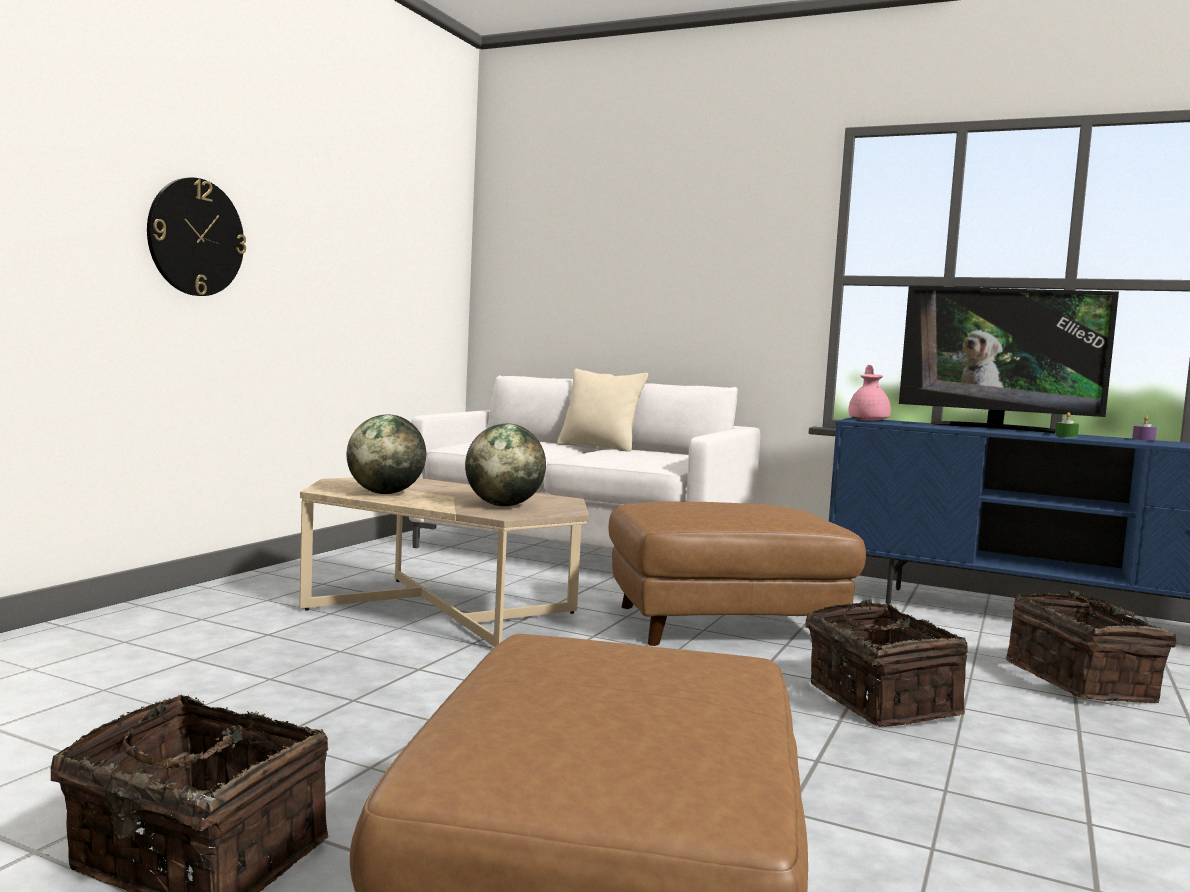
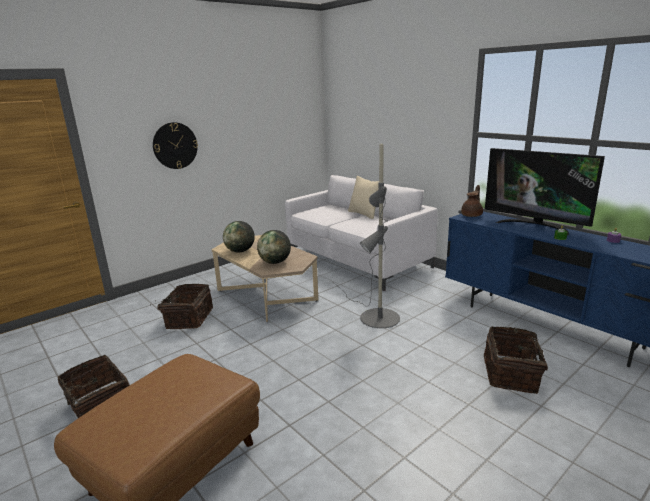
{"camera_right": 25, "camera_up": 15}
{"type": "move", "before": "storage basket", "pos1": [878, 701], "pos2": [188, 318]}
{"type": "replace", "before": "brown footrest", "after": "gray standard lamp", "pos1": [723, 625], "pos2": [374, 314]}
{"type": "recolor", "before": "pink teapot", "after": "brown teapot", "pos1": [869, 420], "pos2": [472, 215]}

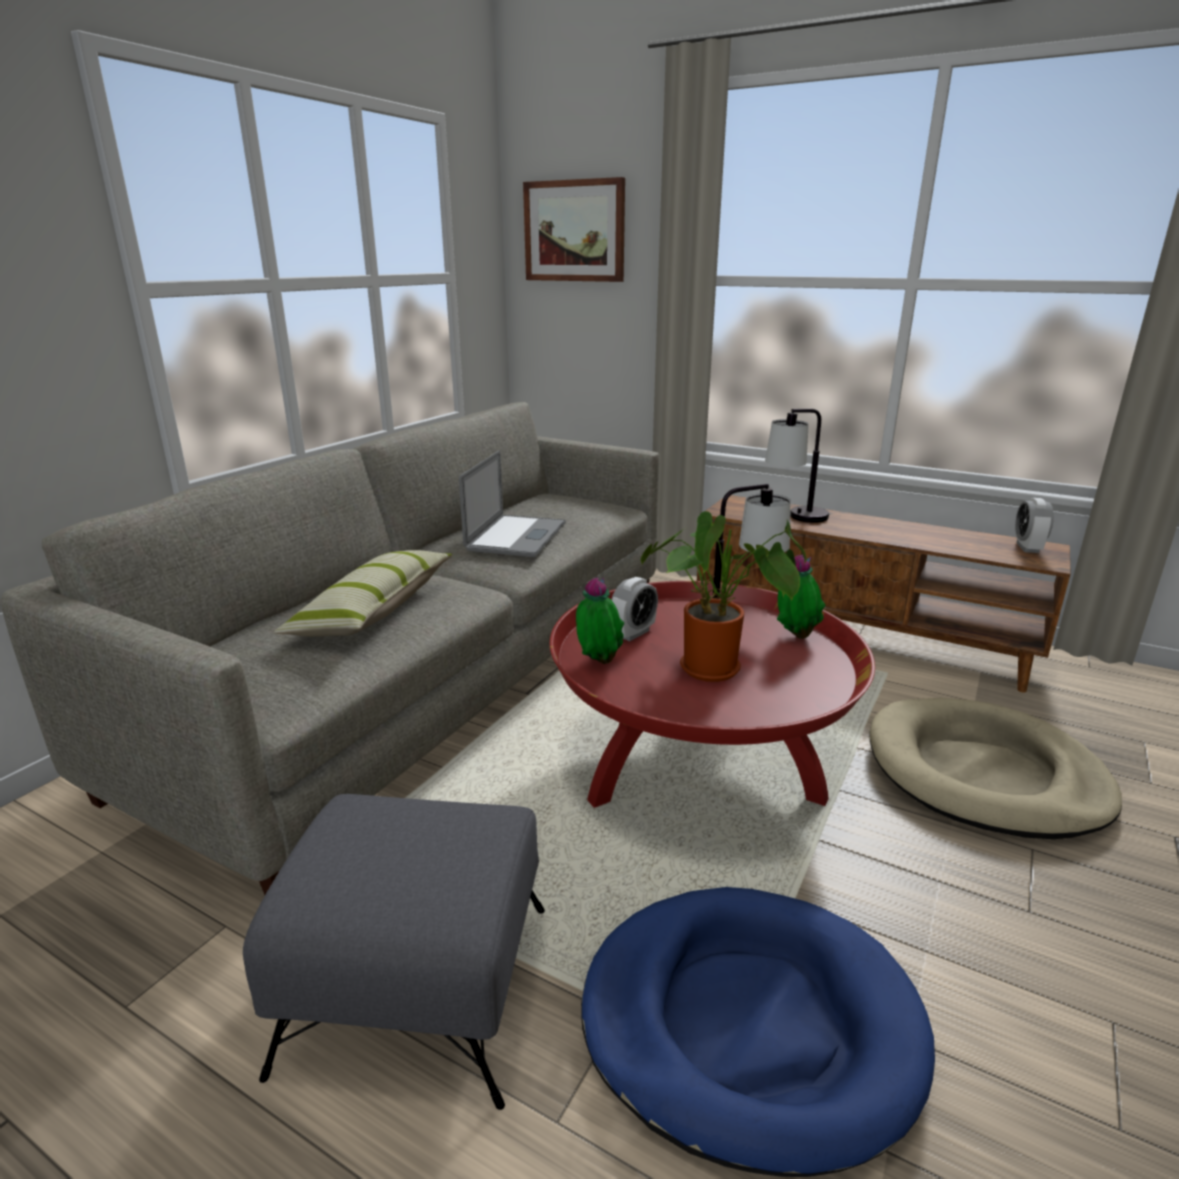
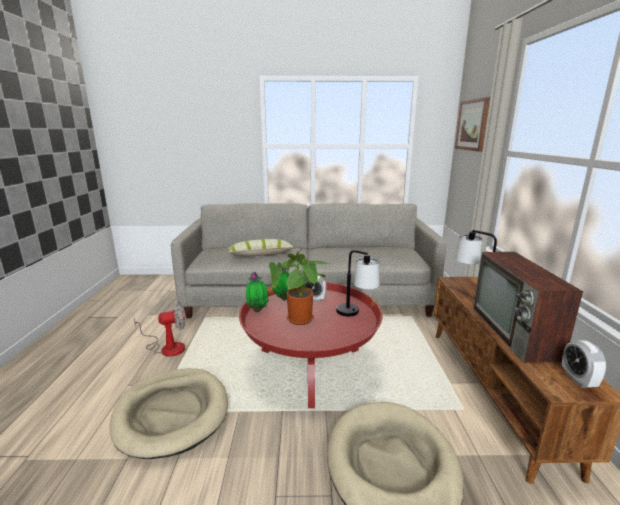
{"camera_right": 60, "camera_up": -5}
{"type": "delete", "before": "notebook computer", "pos1": [516, 536]}
{"type": "insert", "after": "TV set", "pos2": [514, 333]}
{"type": "move", "before": "potted plant", "pos1": [795, 636], "pos2": [257, 310]}
{"type": "replace", "before": "gray footrest", "after": "fan", "pos1": [416, 984], "pos2": [167, 347]}
{"type": "recolor", "before": "blue-coloured dog bed", "after": "beige dog bed", "pos1": [749, 1023], "pos2": [172, 413]}
{"type": "rotate", "before": "alarm clock", "pos1": [1027, 548], "pos2": [578, 380], "turn": -75}

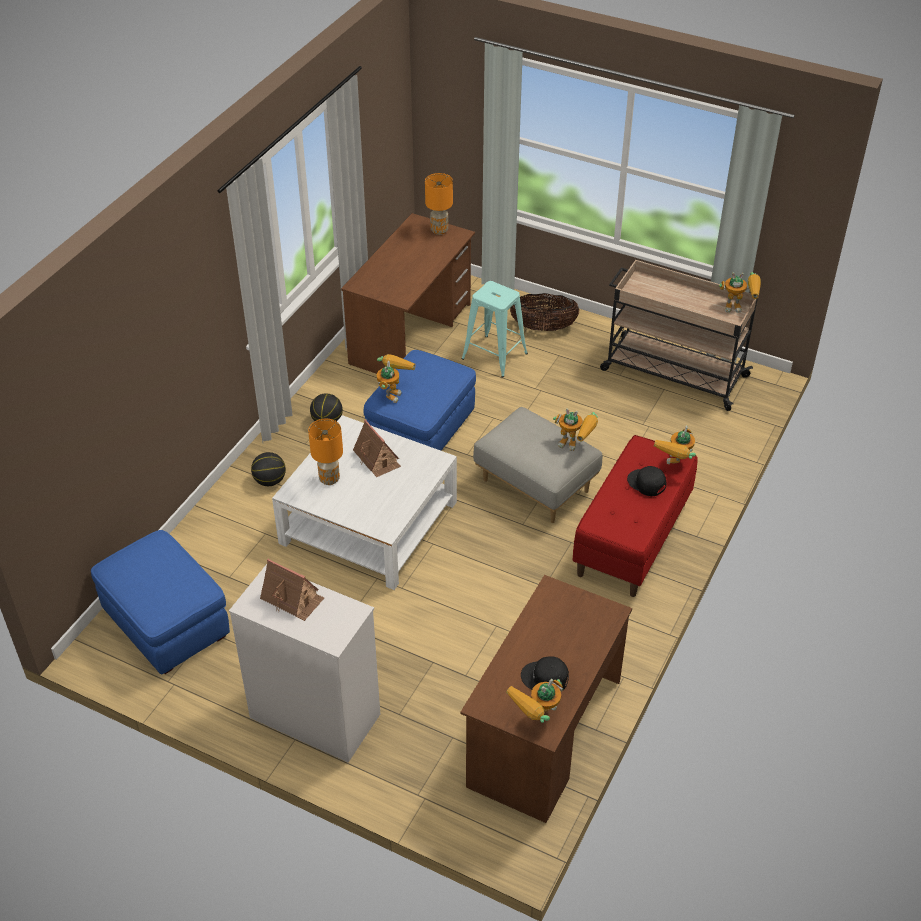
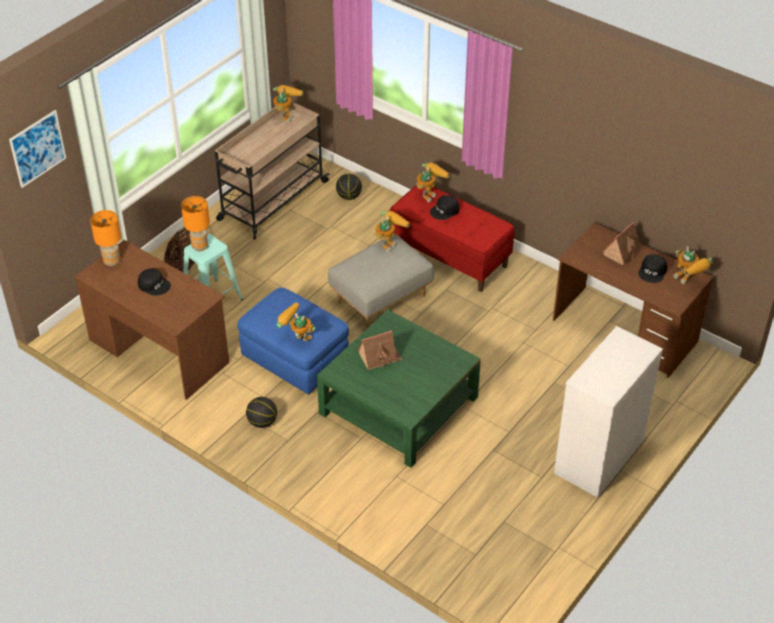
{"camera_right": -80, "camera_up": 0}
{"type": "delete", "before": "blue-coloured footrest", "pos1": [166, 623]}
{"type": "insert", "after": "picture", "pos2": [37, 148]}
{"type": "insert", "after": "blackish peaked cap", "pos2": [154, 285]}
{"type": "move", "before": "basketball ball", "pos1": [270, 481], "pos2": [348, 196]}
{"type": "move", "before": "miniature house", "pos1": [292, 598], "pos2": [622, 251]}
{"type": "move", "before": "orange lamp for a table", "pos1": [329, 479], "pos2": [200, 246]}
{"type": "recolor", "before": "white-coloured lounge table", "after": "green lounge table", "pos1": [369, 522], "pos2": [398, 405]}
{"type": "rotate", "before": "model robot", "pos1": [675, 465], "pos2": [429, 193], "turn": -90}

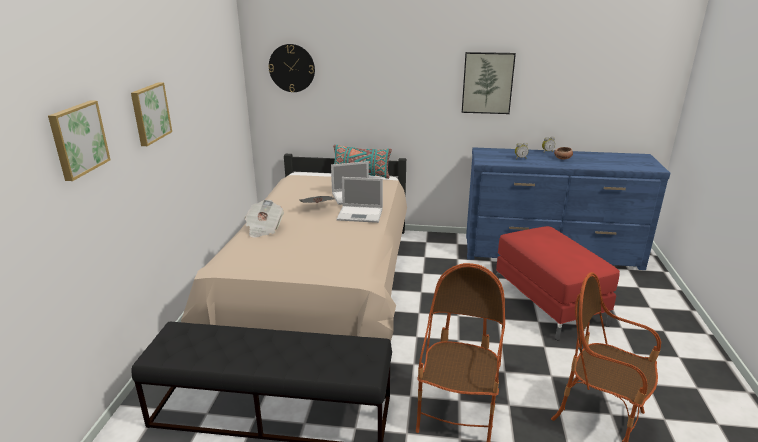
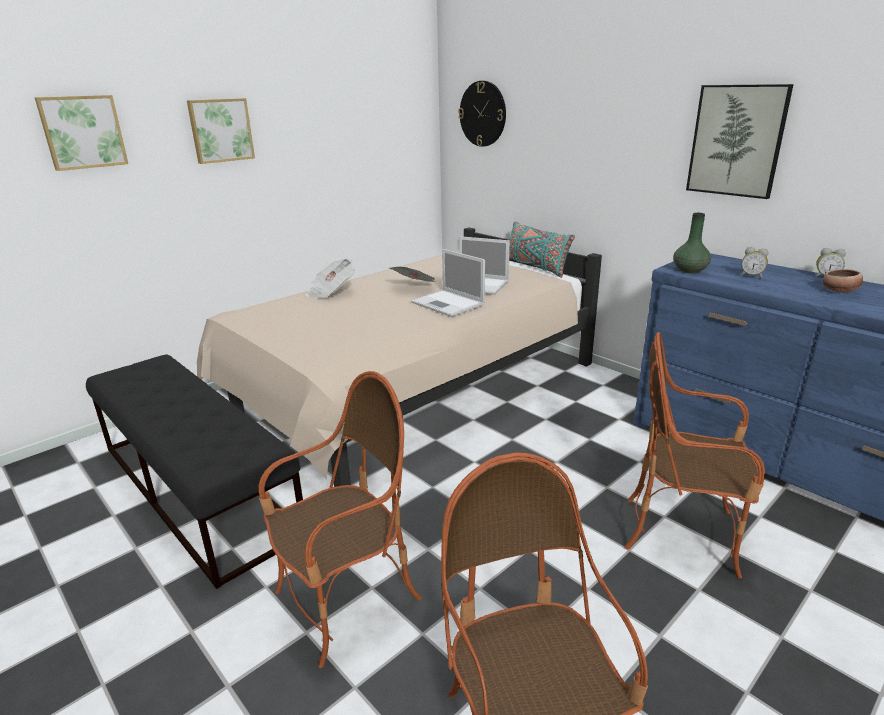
{"camera_right": 40, "camera_up": 0}
{"type": "insert", "after": "green vase", "pos2": [689, 270]}
{"type": "replace", "before": "red footrest", "after": "easy chair", "pos1": [547, 303], "pos2": [682, 532]}

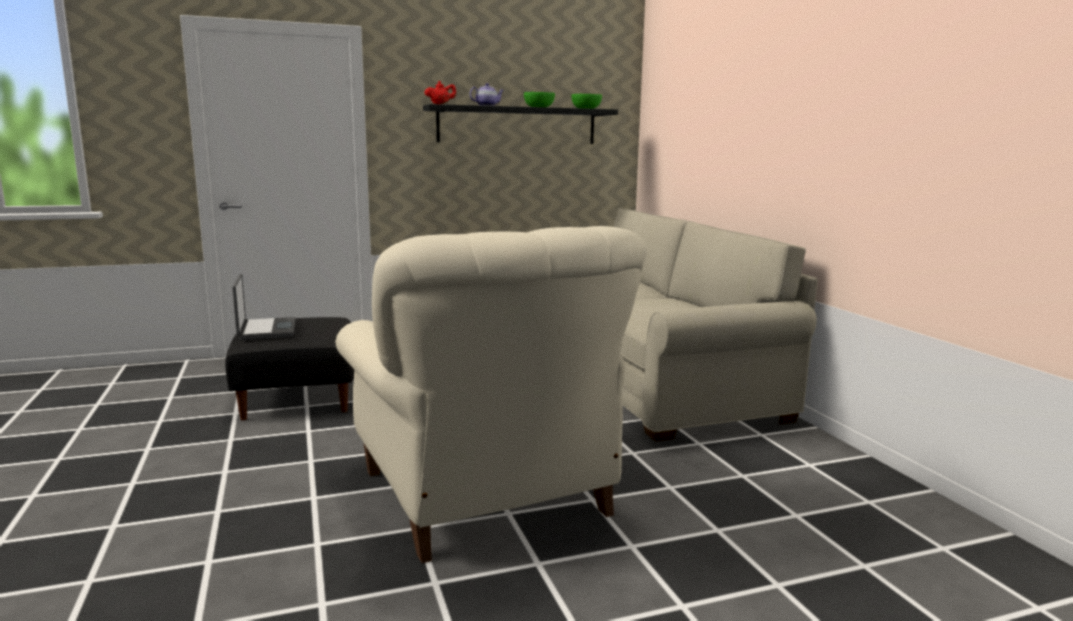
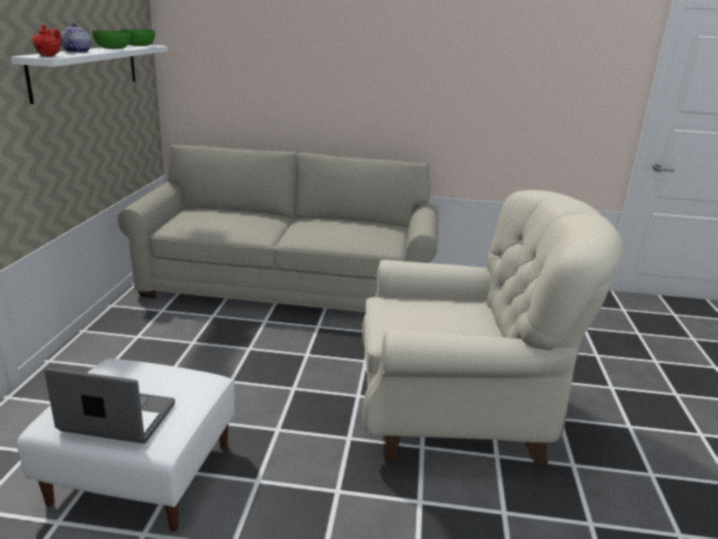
{"camera_right": -65, "camera_up": 10}
{"type": "recolor", "before": "blackish footrest", "after": "white-coloured footrest", "pos1": [297, 397], "pos2": [142, 473]}
{"type": "recolor", "before": "blackish shelf", "after": "white-coloured shelf", "pos1": [517, 125], "pos2": [87, 70]}

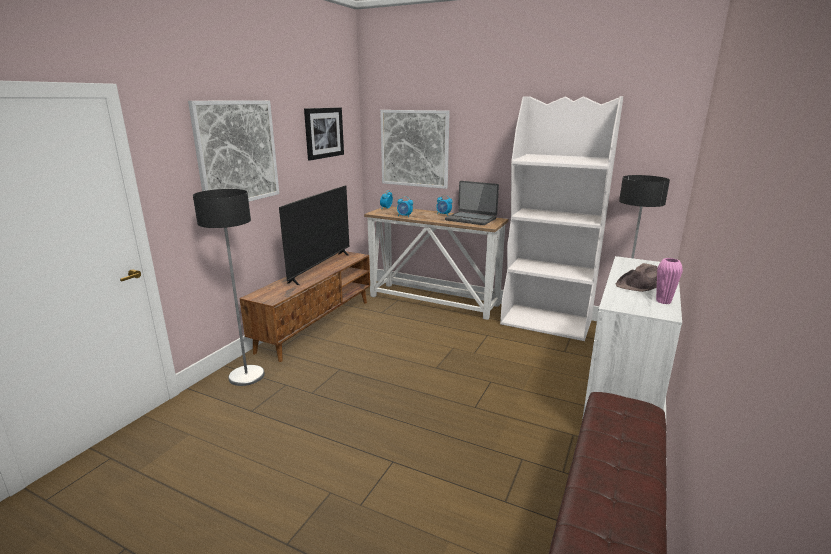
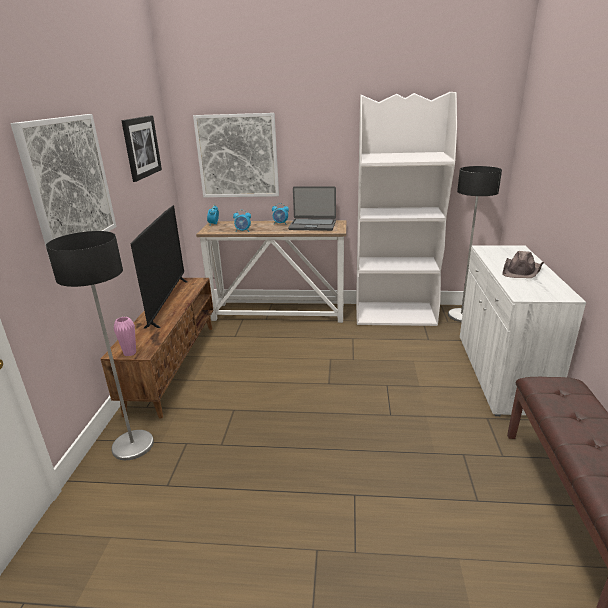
{"camera_right": -20, "camera_up": 5}
{"type": "move", "before": "pink vase", "pos1": [663, 301], "pos2": [130, 353]}

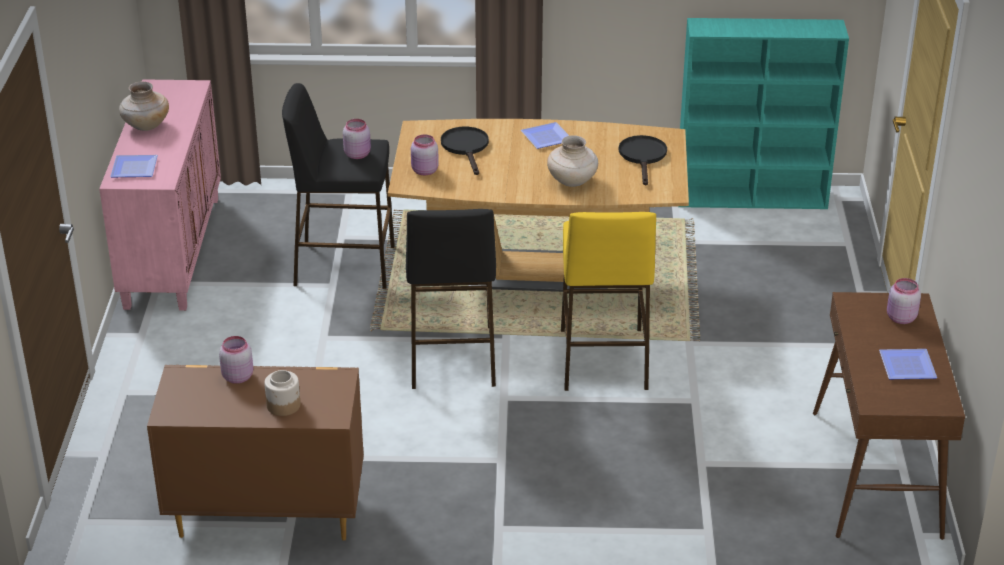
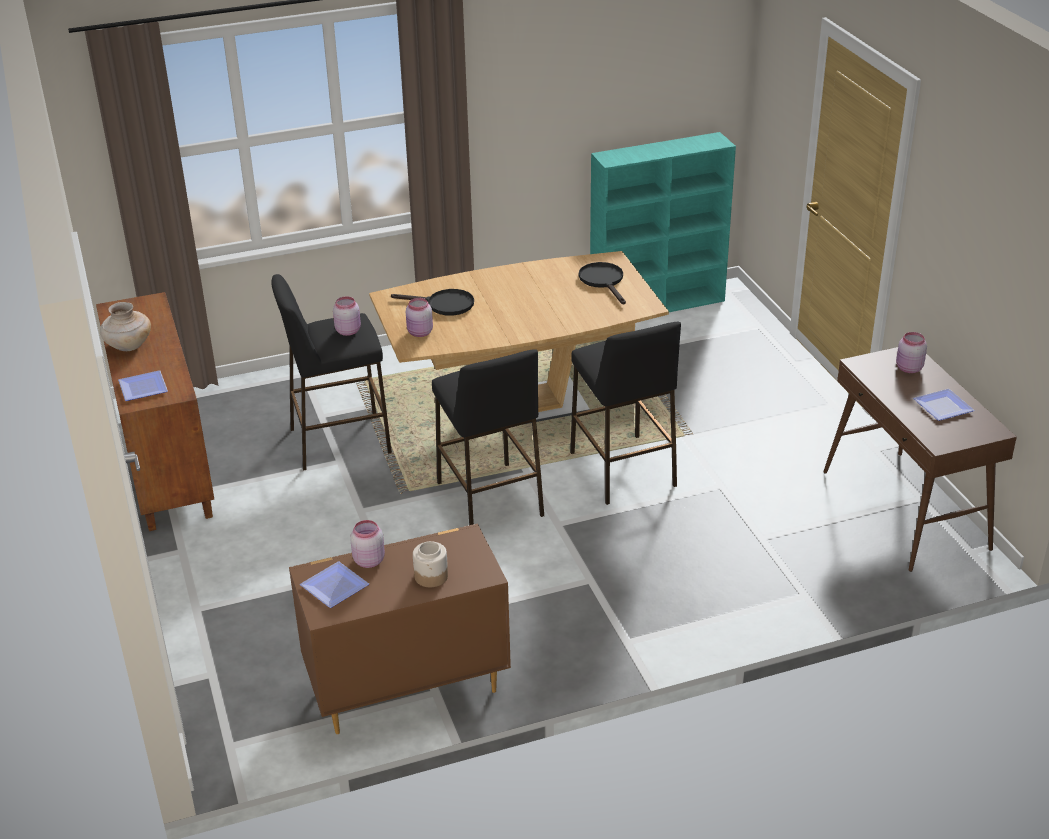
{"camera_right": -20, "camera_up": 0}
{"type": "delete", "before": "beige vase", "pos1": [572, 181]}
{"type": "move", "before": "plate", "pos1": [544, 137], "pos2": [332, 587]}
{"type": "recolor", "before": "pink cabinet", "after": "brown cabinet", "pos1": [171, 251], "pos2": [165, 465]}
{"type": "recolor", "before": "yellow-coloured sitting stool", "after": "blackish sitting stool", "pos1": [603, 360], "pos2": [623, 470]}
{"type": "rotate", "before": "blackish skillet", "pos1": [466, 148], "pos2": [444, 305], "turn": 135}

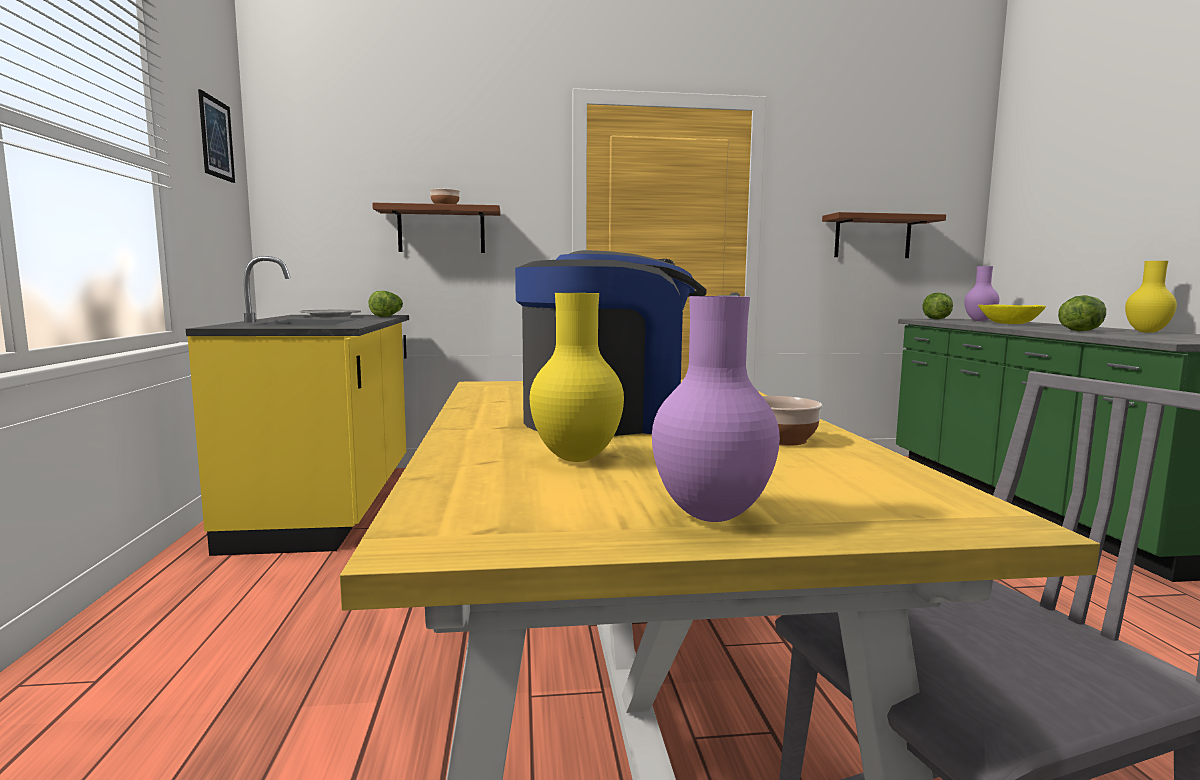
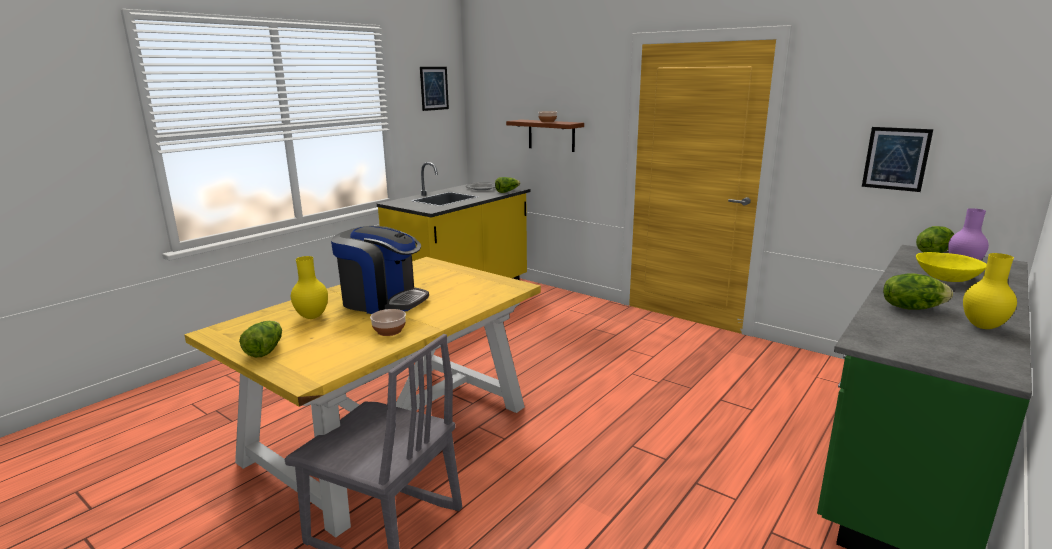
{"camera_right": 45, "camera_up": 10}
{"type": "replace", "before": "purplish vase", "after": "lettuce head", "pos1": [712, 517], "pos2": [265, 350]}
{"type": "replace", "before": "brown shelf", "after": "picture", "pos1": [872, 237], "pos2": [896, 159]}

